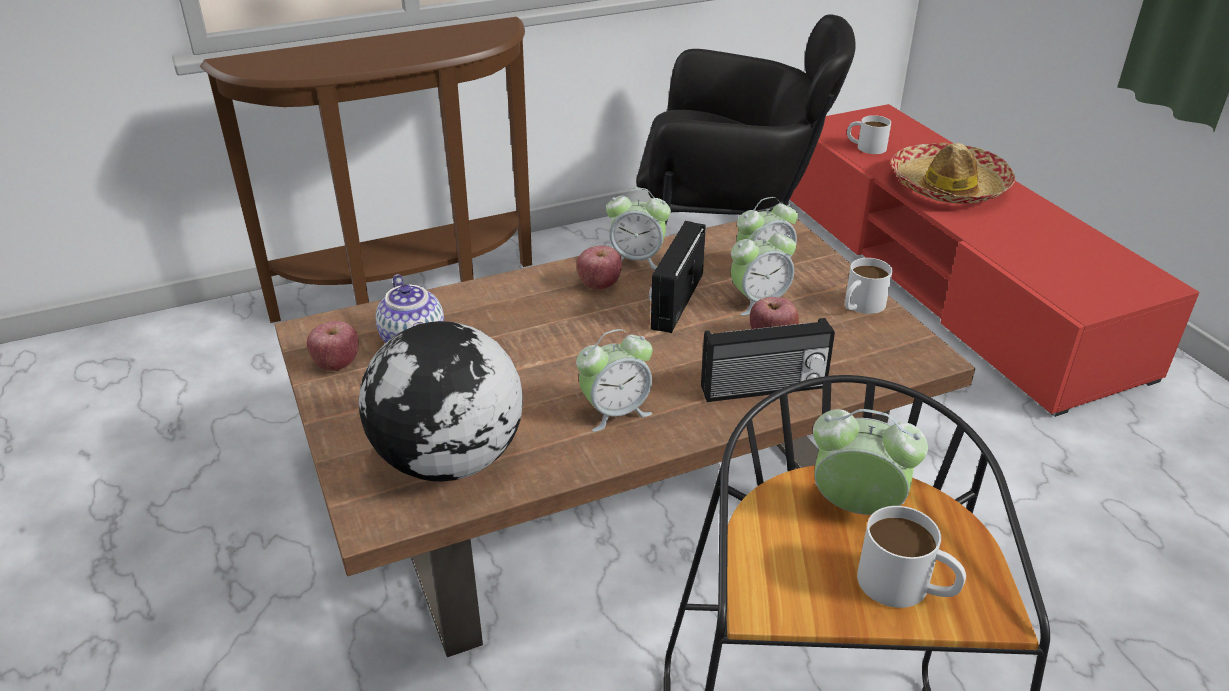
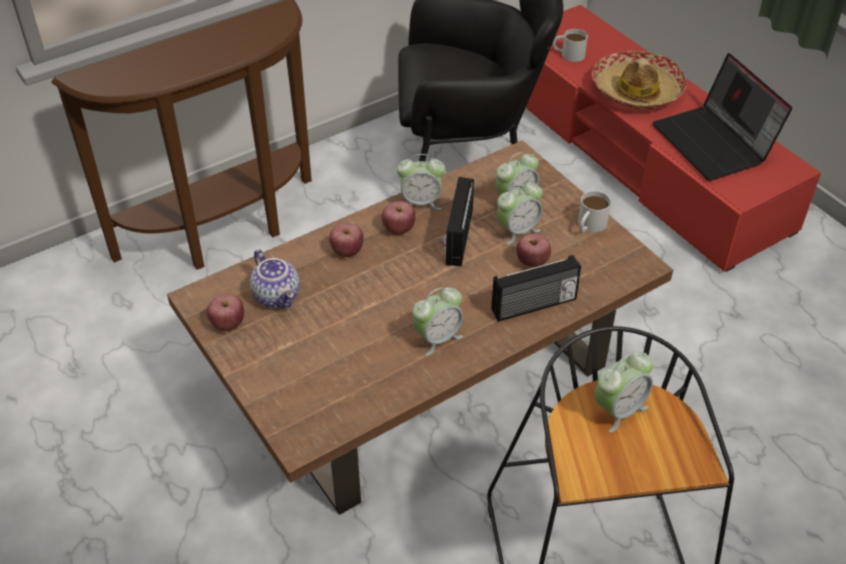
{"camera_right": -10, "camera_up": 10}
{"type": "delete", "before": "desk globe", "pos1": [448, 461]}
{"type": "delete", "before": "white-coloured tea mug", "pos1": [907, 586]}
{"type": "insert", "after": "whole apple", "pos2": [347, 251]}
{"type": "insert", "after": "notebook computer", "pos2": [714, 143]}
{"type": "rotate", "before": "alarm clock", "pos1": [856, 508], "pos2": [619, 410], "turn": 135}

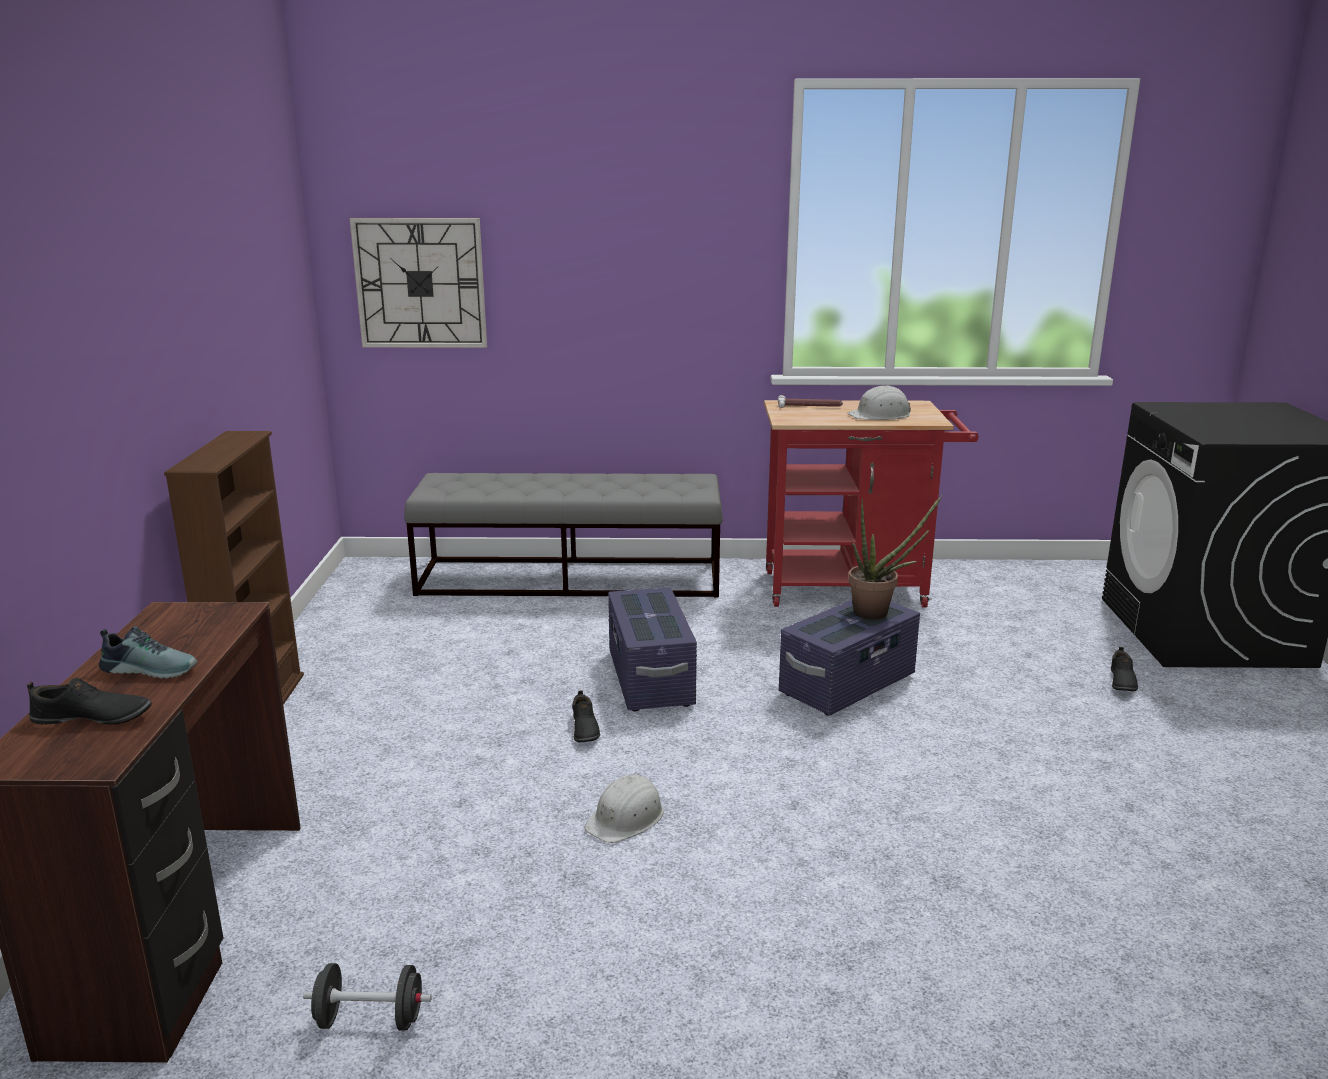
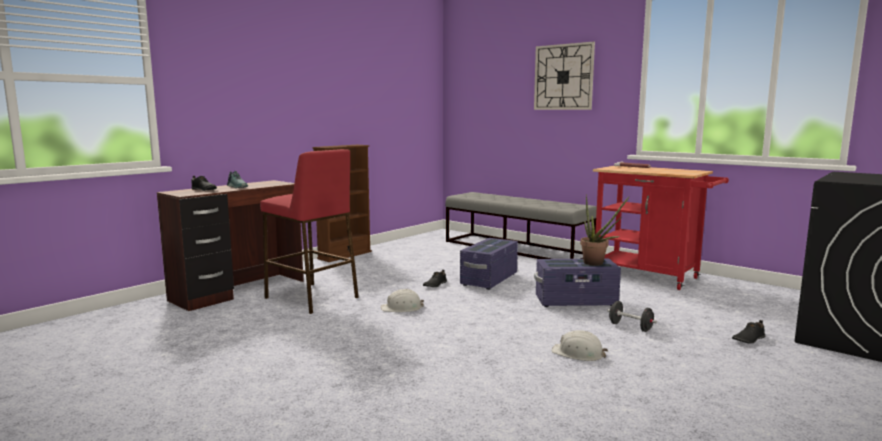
{"camera_right": 40, "camera_up": -10}
{"type": "insert", "after": "red sitting stool", "pos2": [312, 298]}
{"type": "move", "before": "blackish free weight", "pos1": [370, 1020], "pos2": [630, 327]}
{"type": "move", "before": "wall clock", "pos1": [420, 283], "pos2": [563, 77]}
{"type": "move", "before": "white-coloured hard hat", "pos1": [880, 415], "pos2": [578, 353]}

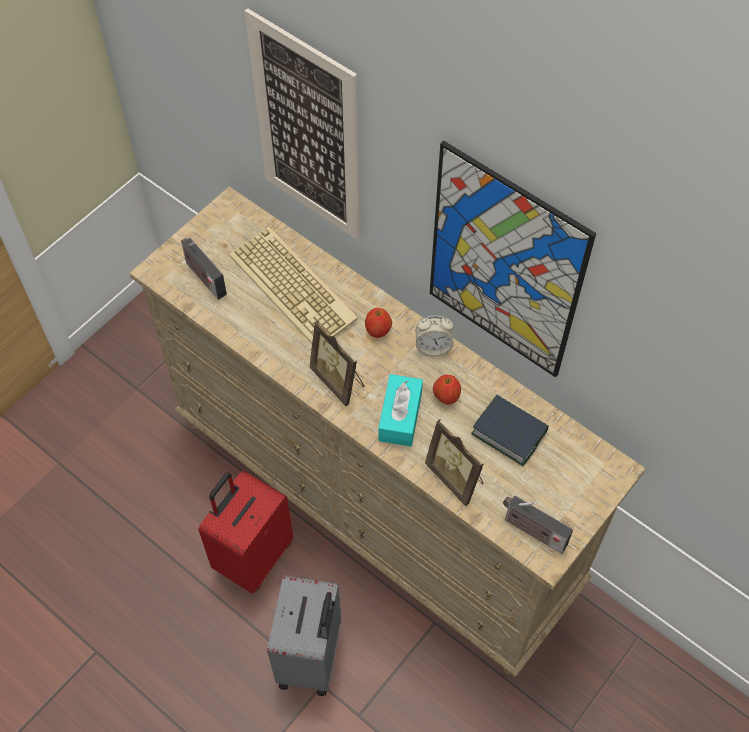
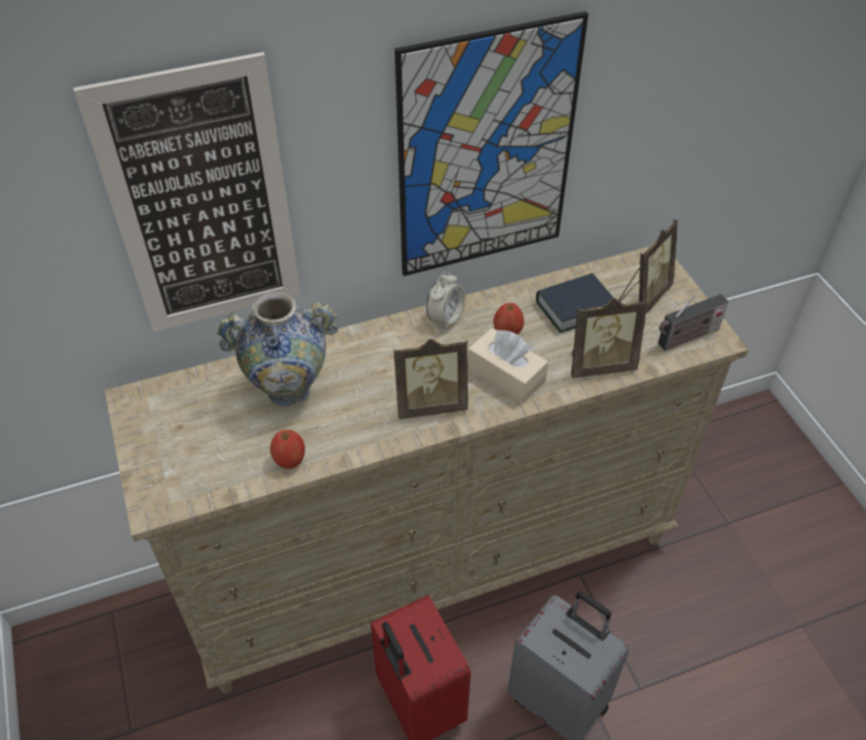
{"camera_right": -60, "camera_up": -10}
{"type": "delete", "before": "radio", "pos1": [203, 277]}
{"type": "insert", "after": "standing frame", "pos2": [643, 297]}
{"type": "move", "before": "whole apple", "pos1": [378, 331], "pos2": [290, 460]}
{"type": "replace", "before": "keyboard", "after": "vase", "pos1": [295, 287], "pos2": [289, 390]}
{"type": "recolor", "before": "turquoise-coloured box of tissues", "after": "beige box of tissues", "pos1": [400, 416], "pos2": [506, 375]}

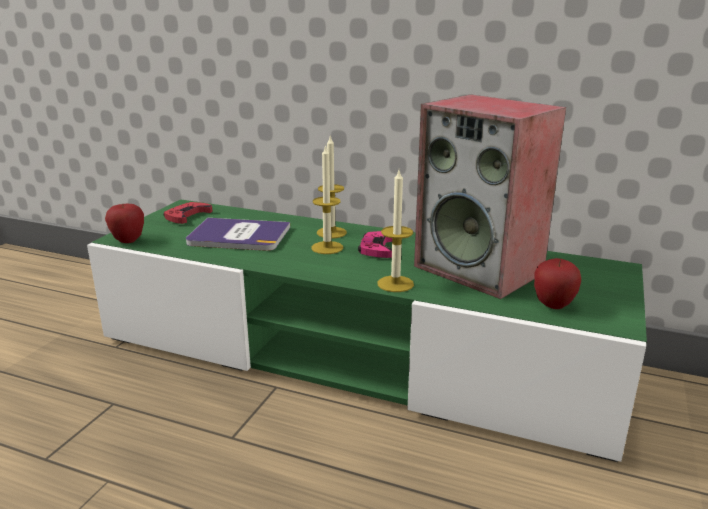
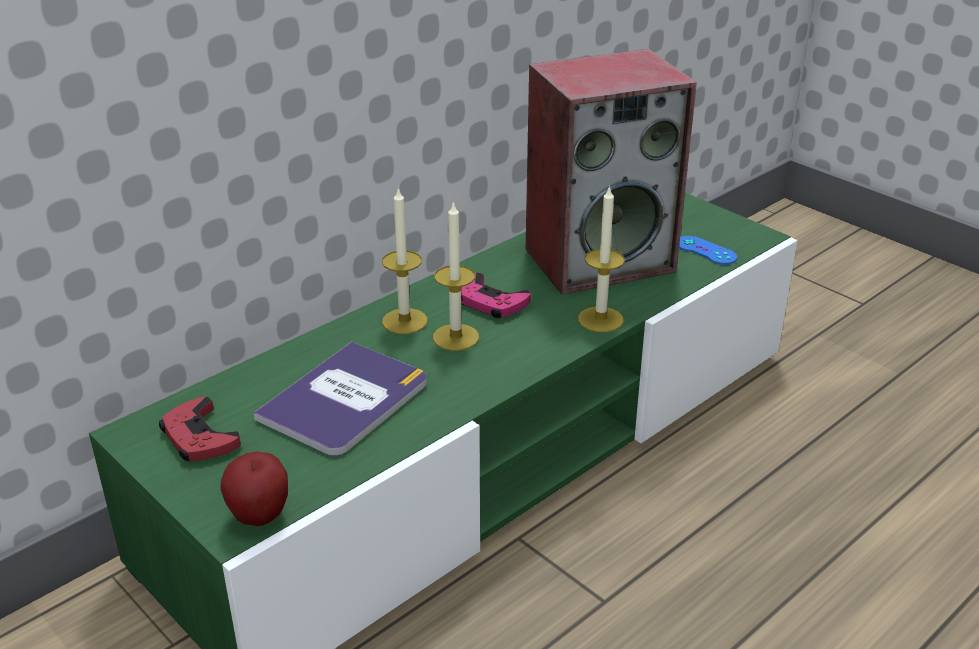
{"camera_right": -65, "camera_up": 10}
{"type": "replace", "before": "whole apple", "after": "blue-coloured gamepad", "pos1": [553, 305], "pos2": [705, 251]}

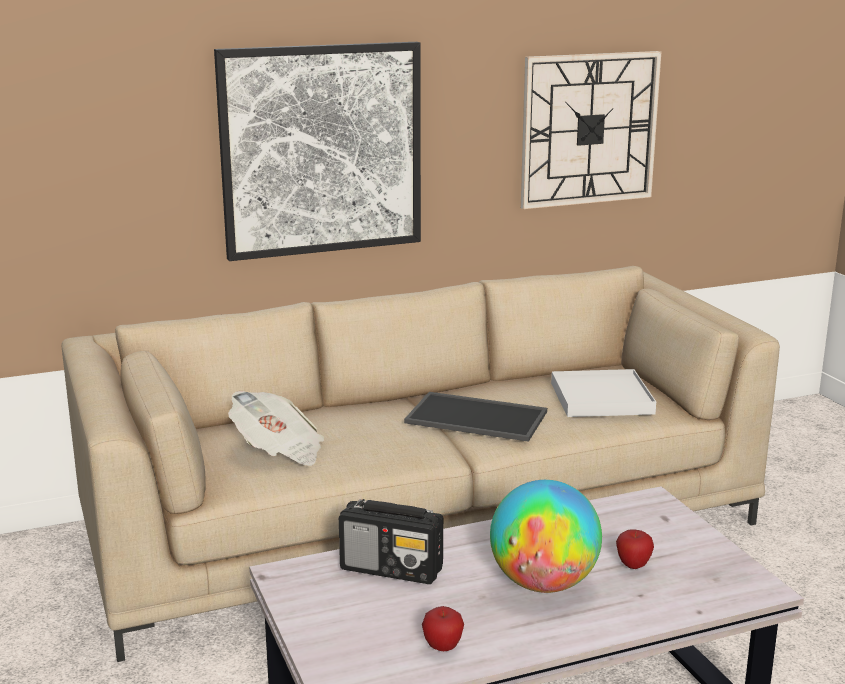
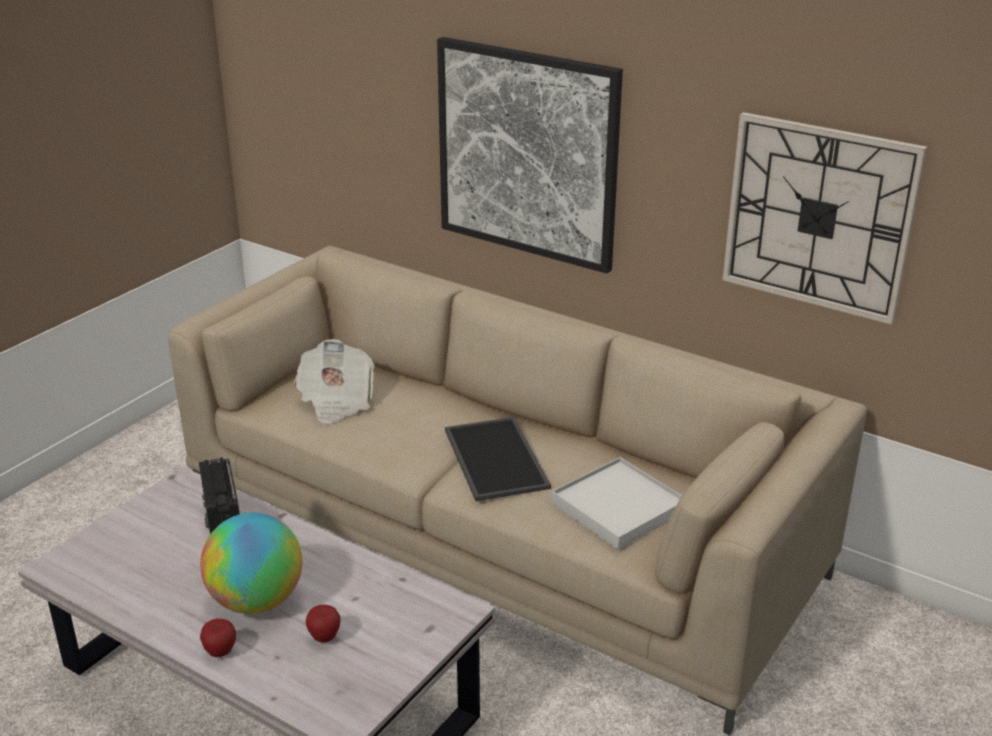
{"camera_right": 55, "camera_up": 10}
{"type": "move", "before": "whole apple", "pos1": [442, 647], "pos2": [220, 652]}

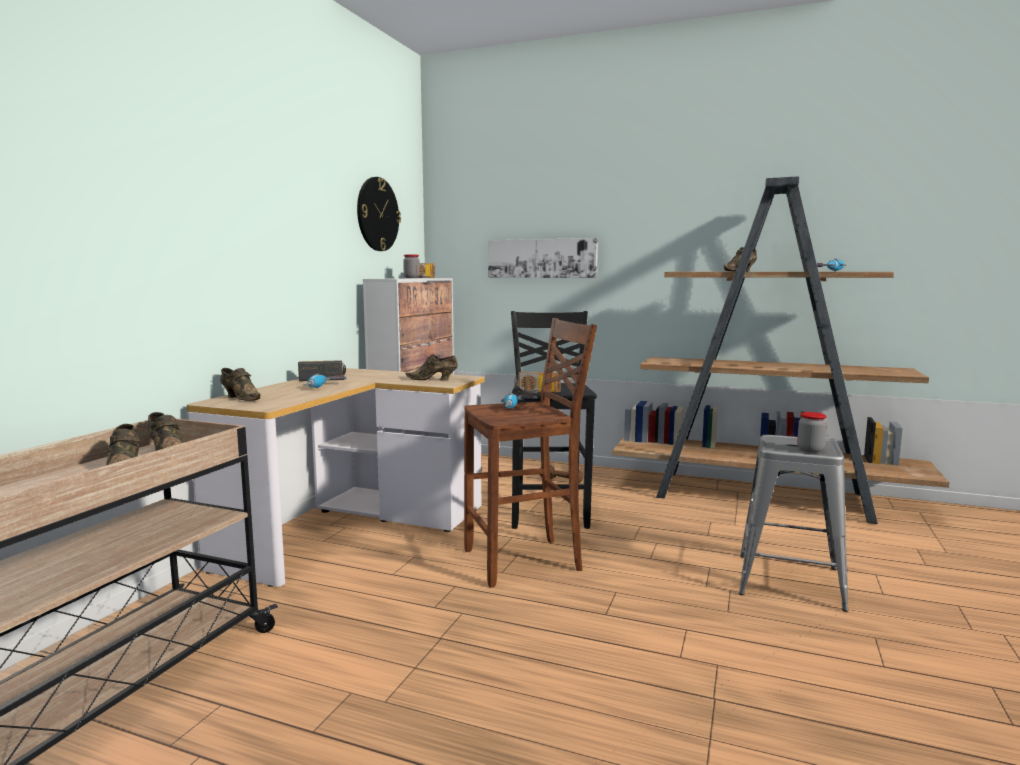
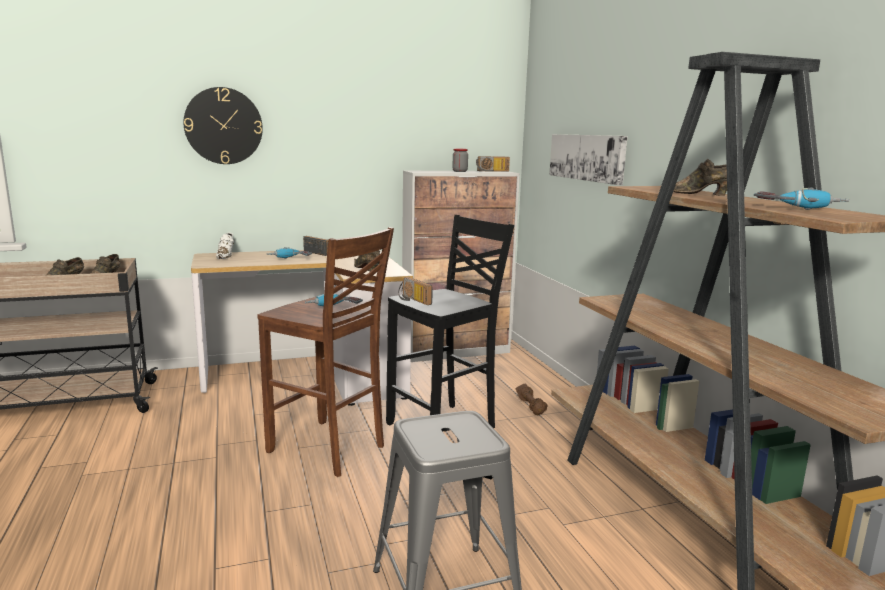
{"camera_right": 50, "camera_up": 5}
{"type": "delete", "before": "jar", "pos1": [810, 450]}
{"type": "move", "before": "wall clock", "pos1": [377, 214], "pos2": [223, 126]}
{"type": "recolor", "before": "brown item of footwear", "after": "white-coloured item of footwear", "pos1": [241, 398], "pos2": [226, 256]}

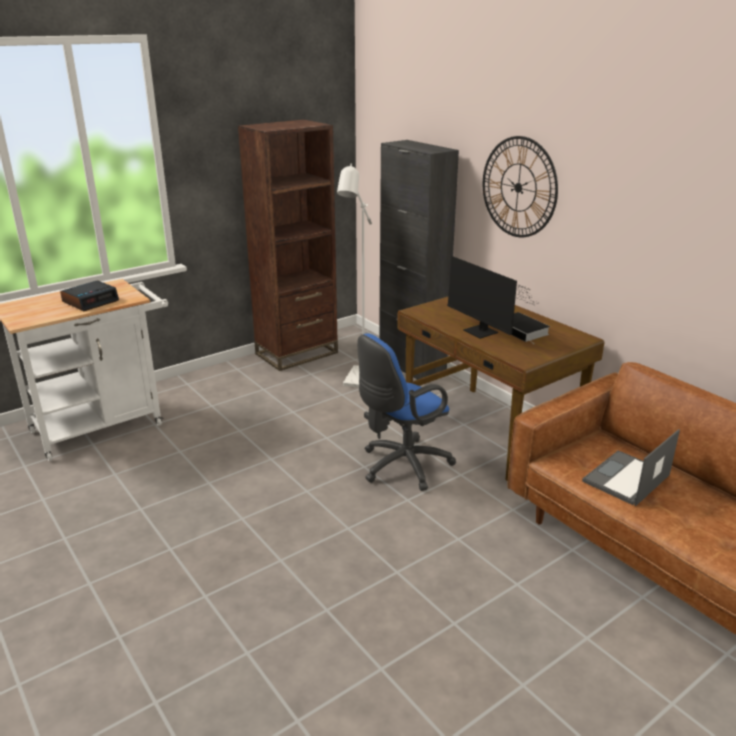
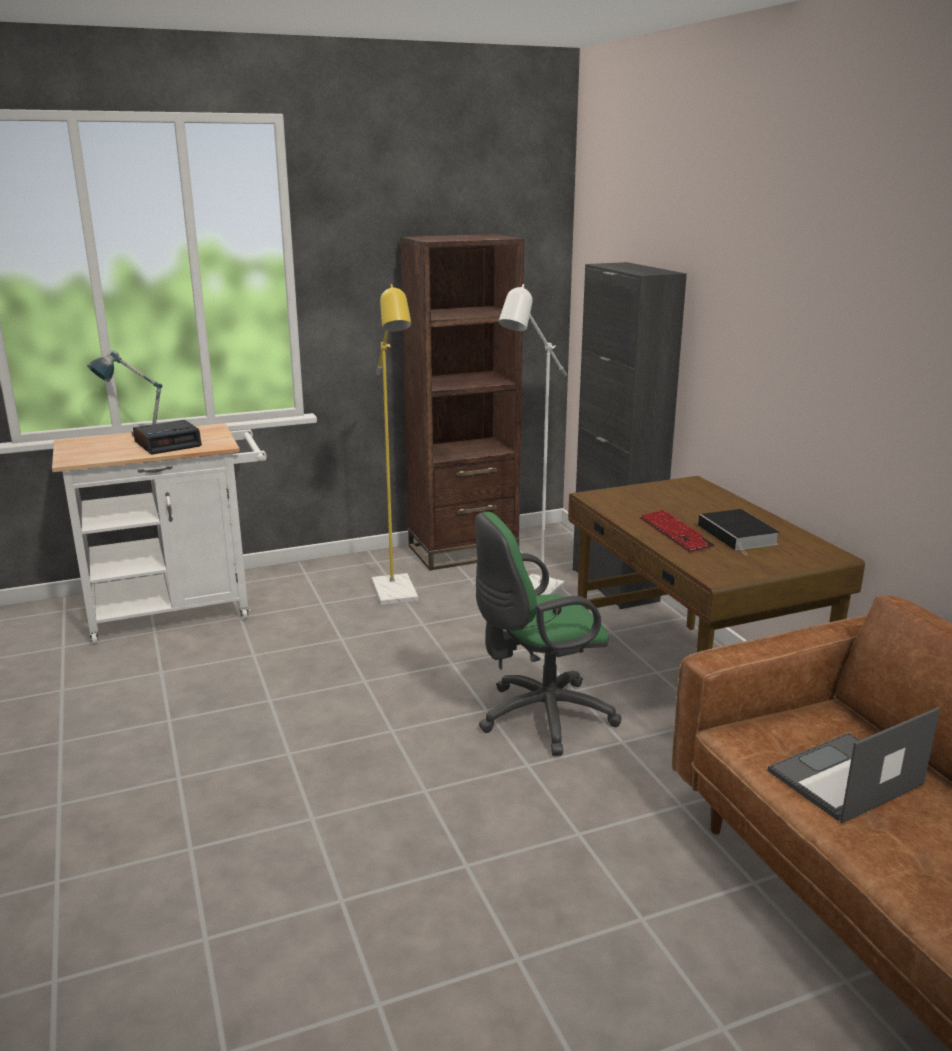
{"camera_right": 15, "camera_up": -5}
{"type": "delete", "before": "wall clock", "pos1": [518, 187]}
{"type": "insert", "after": "lamp for a table", "pos2": [133, 435]}
{"type": "insert", "after": "yellow-coloured standard lamp", "pos2": [397, 596]}
{"type": "replace", "before": "computer screen", "after": "keyboard", "pos1": [482, 333], "pos2": [675, 533]}
{"type": "recolor", "before": "blue-coloured desk chair", "after": "green desk chair", "pos1": [401, 466], "pos2": [539, 717]}

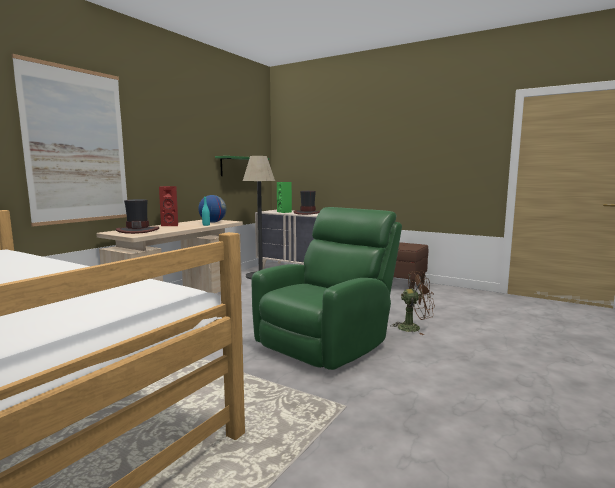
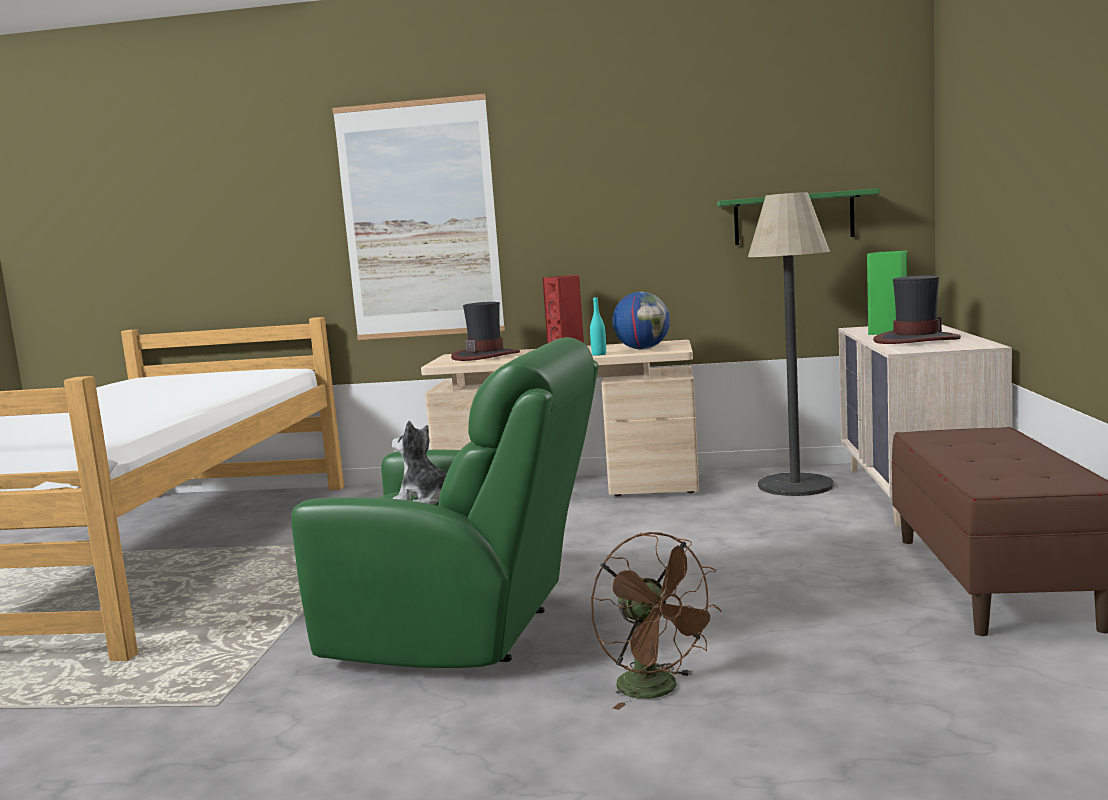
{"camera_right": 65, "camera_up": 0}
{"type": "insert", "after": "plush toy", "pos2": [425, 499]}

